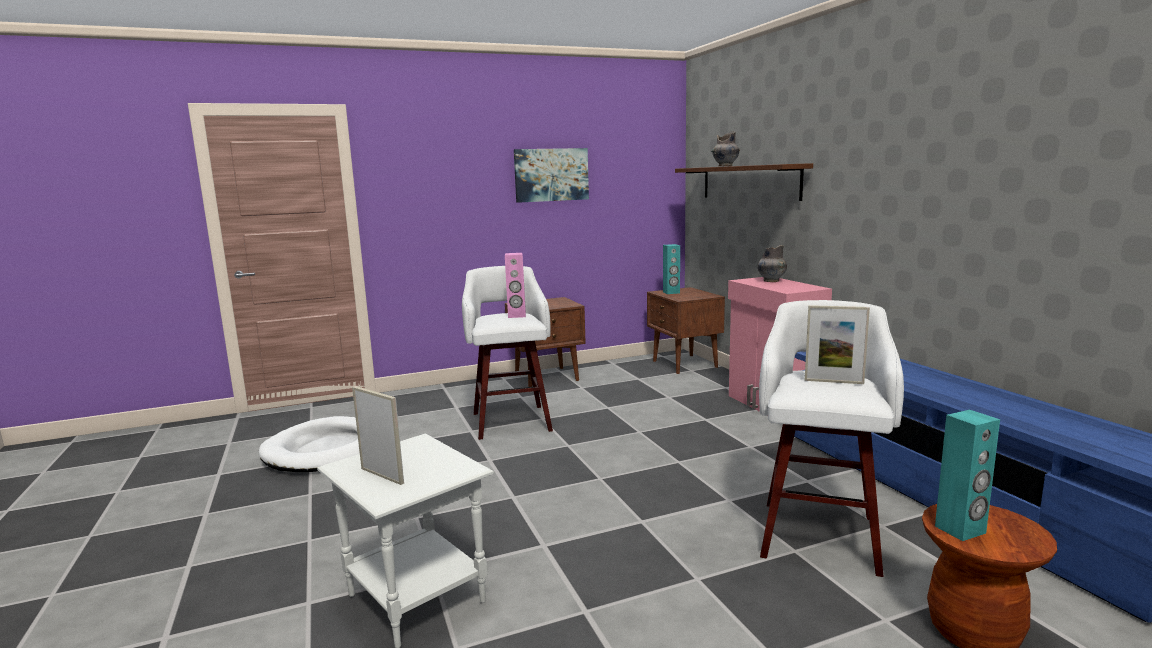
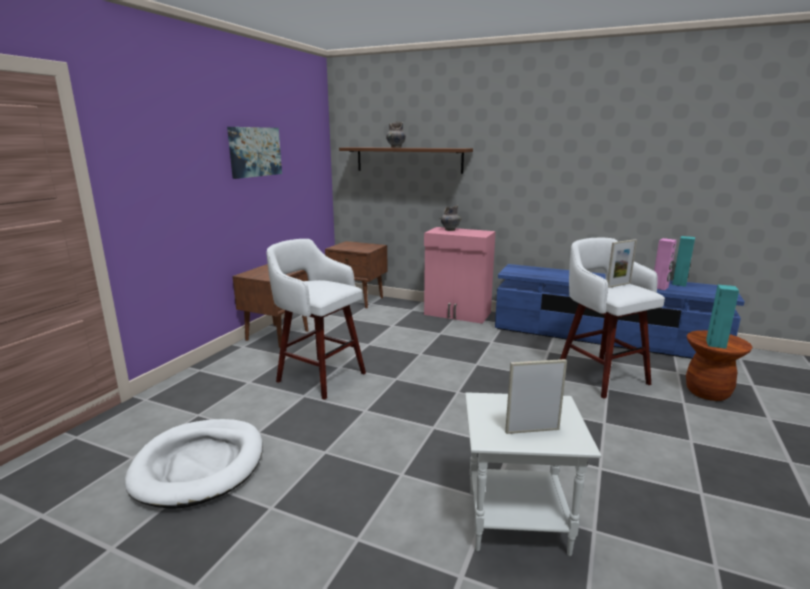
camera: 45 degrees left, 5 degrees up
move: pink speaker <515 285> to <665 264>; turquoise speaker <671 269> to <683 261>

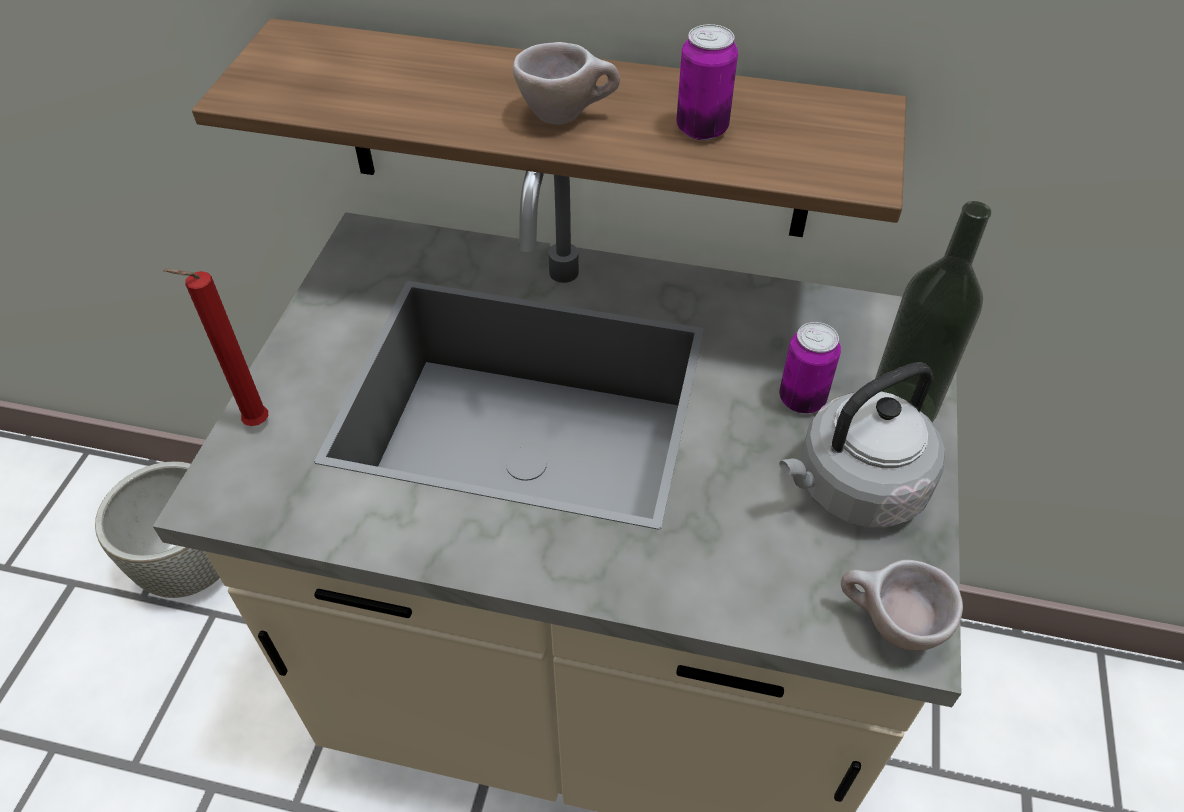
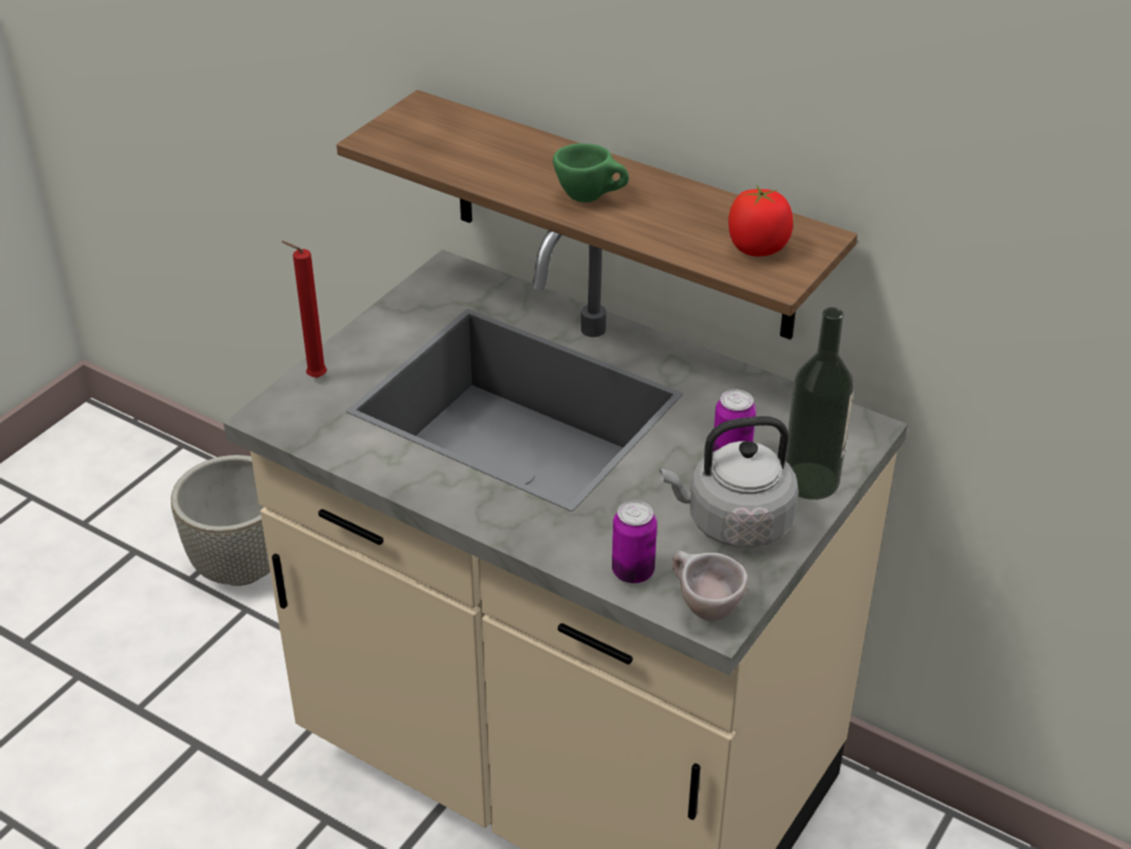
camera: 20 degrees right, 10 degrees down
insert: tomato <761 220>
move: can <707 82> to <634 542>
recolor: beige cup <566 83> to green cup <591 172>

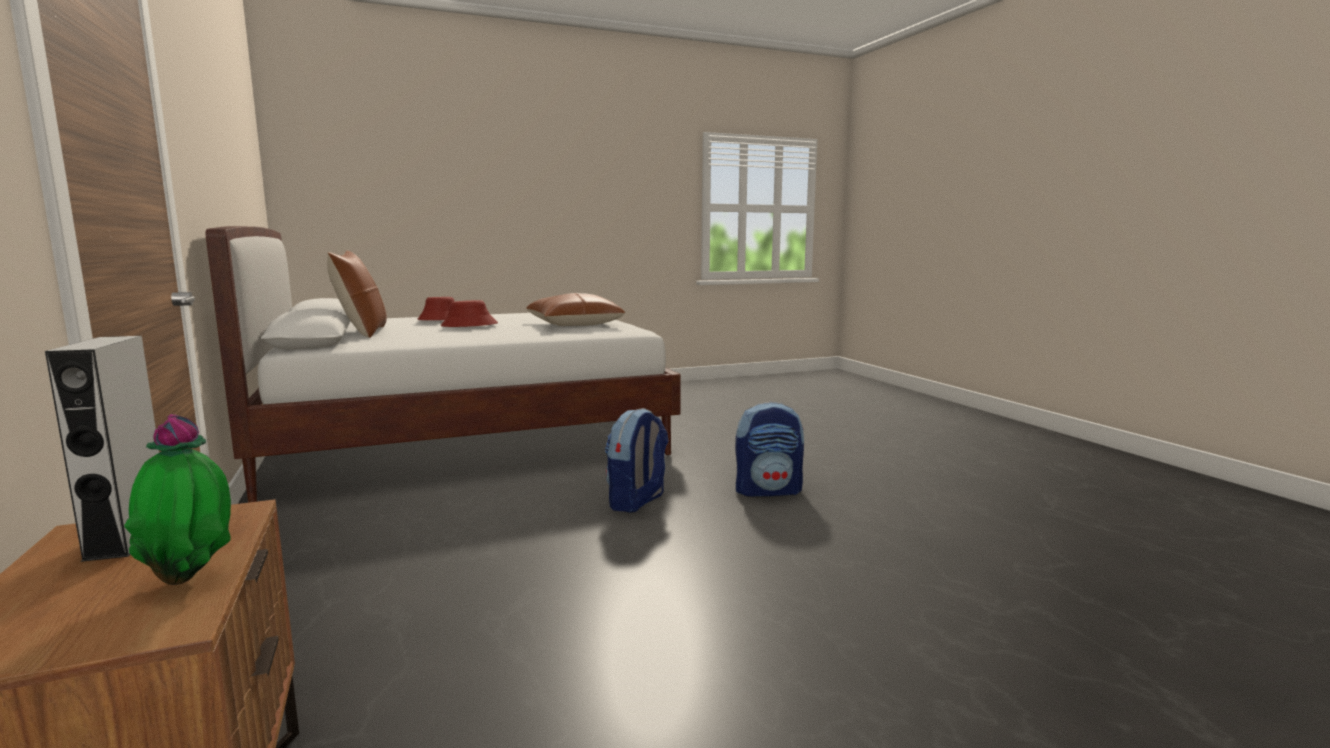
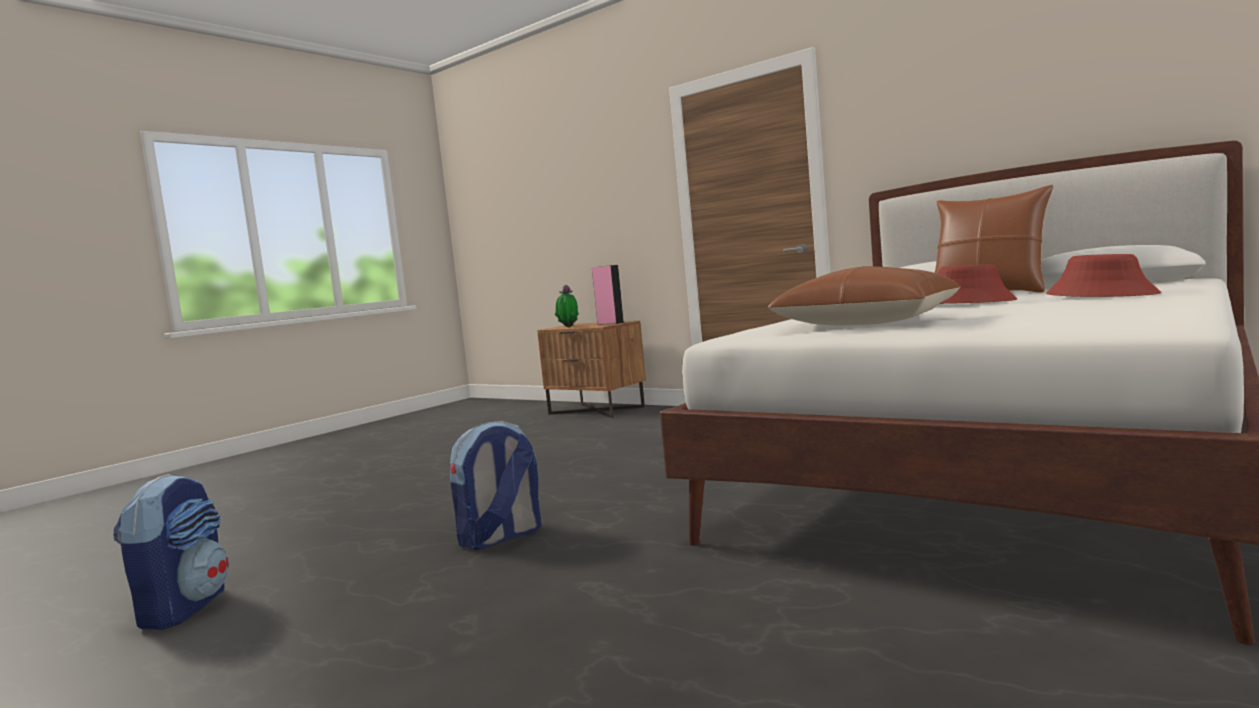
camera: 150 degrees right, 5 degrees down
move: backpack <636 460> to <171 552>
recolor: grey speaker <102 449> to pink speaker <608 295>

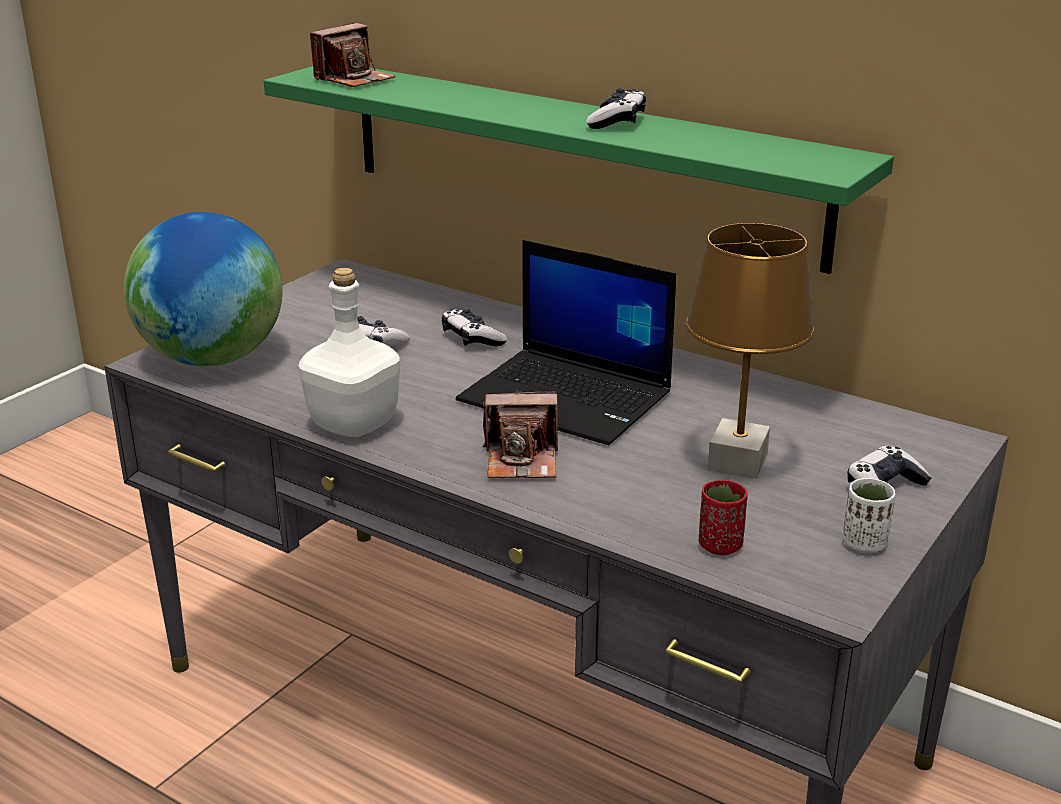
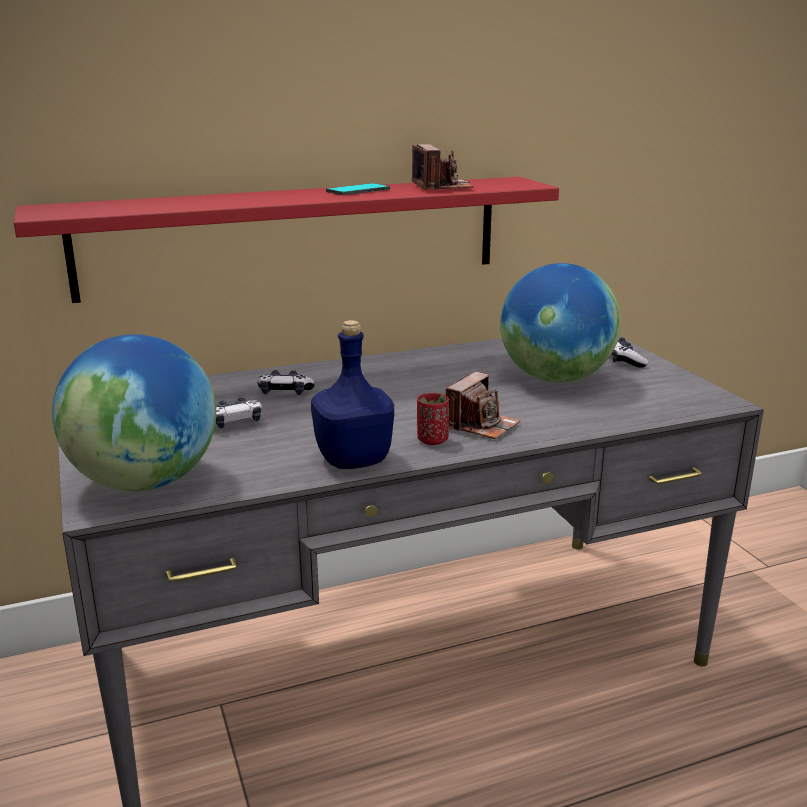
camera: 55 degrees left, 5 degrees down
delete: laptop <566 342>; white cup <869 515>
move: photo camera <353 55> to <443 167>; red cup <723 517> to <433 419>
replace: game controller <616 108> to phone <358 189>; brown table lamp <750 351> to globe <560 323>
recolor: green shelf <579 170> to red shelf <286 240>; white bottle <349 352> to blue bottle <352 394>

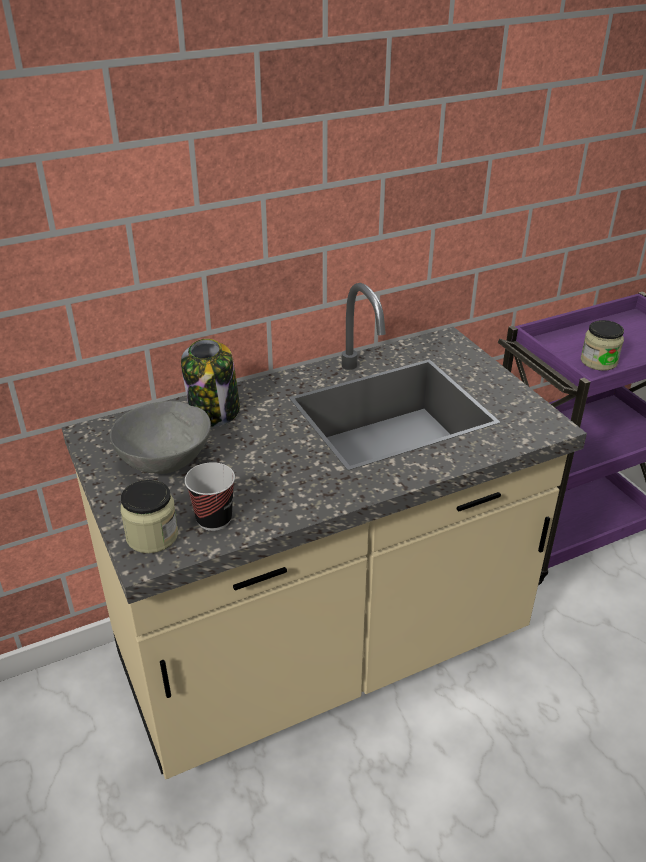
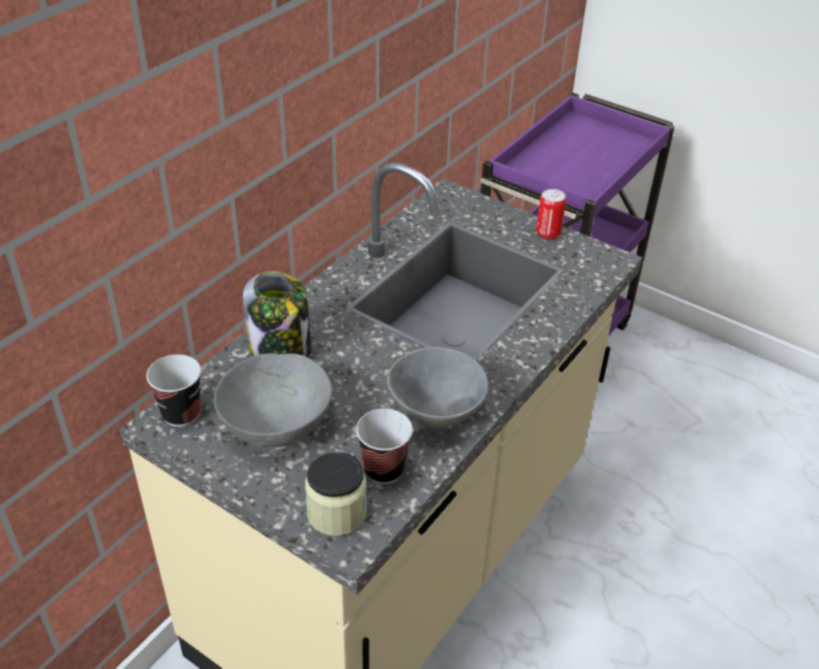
camera: 30 degrees left, 5 degrees up
delete: jar <602 345>
insert: cup <173 390>; grey bowl <437 387>; can <551 214>

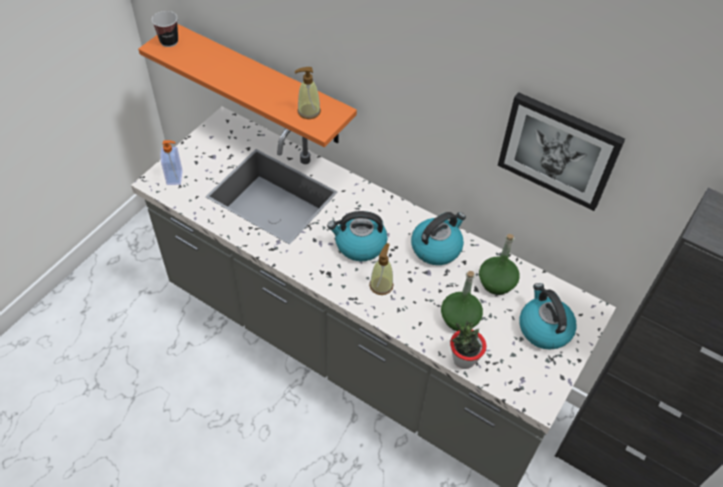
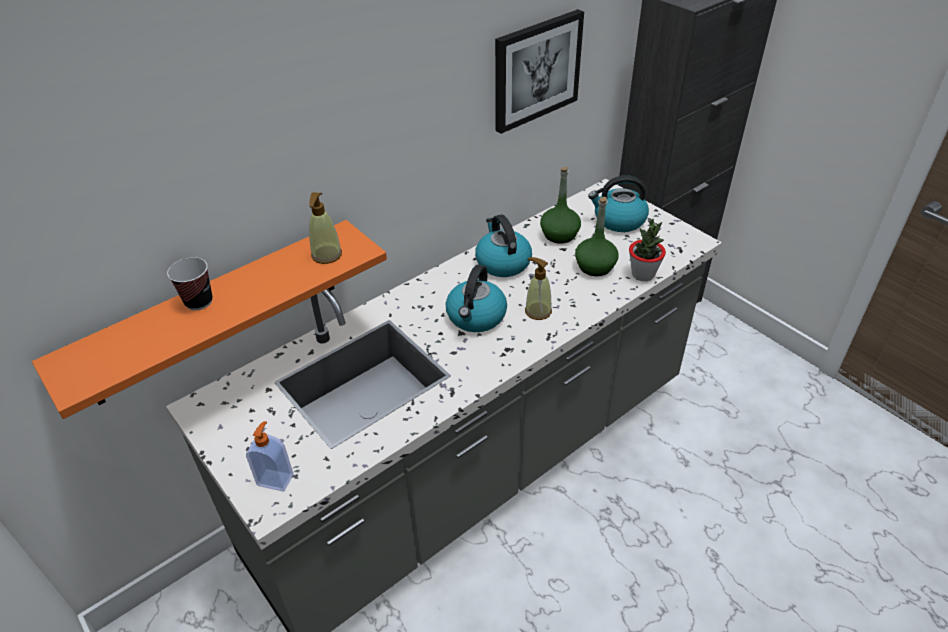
camera: 70 degrees left, 10 degrees down
move: cup <165 29> to <190 283>

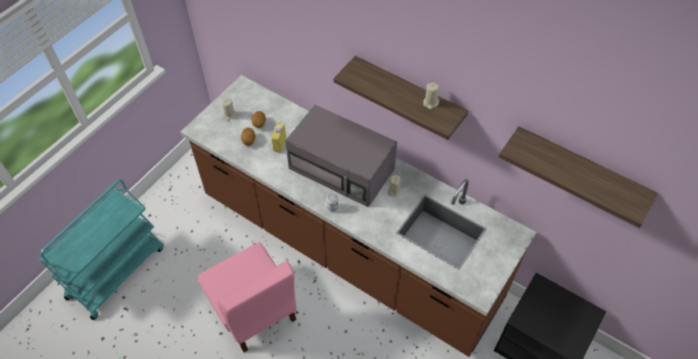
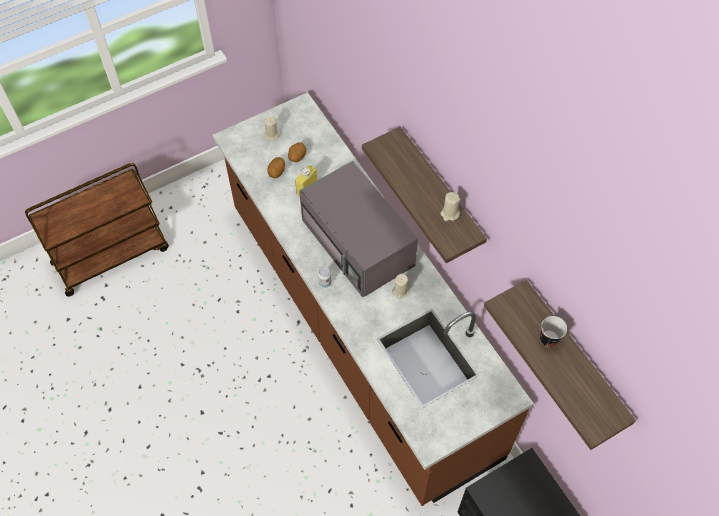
camera: 25 degrees right, 5 degrees up
delete: pink chair <247 297>
insert: cup <553 331>
recolor: turquoise cart <101 249> to brown cart <97 230>

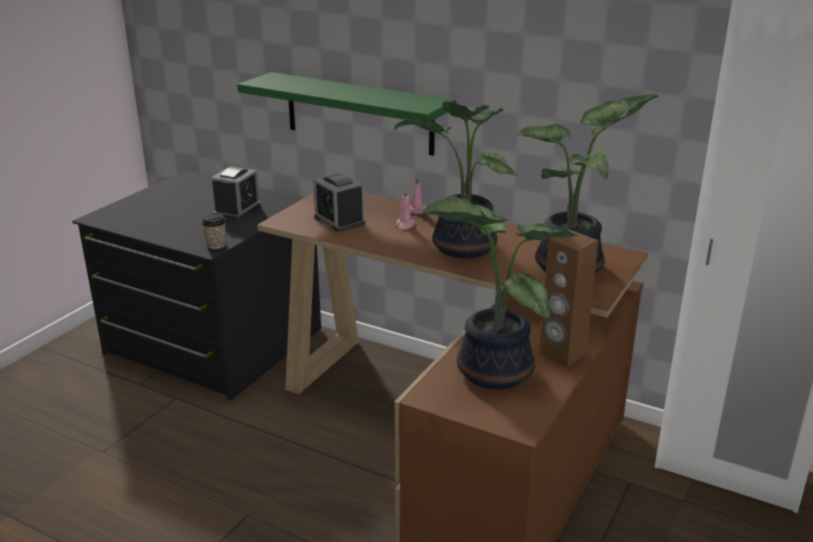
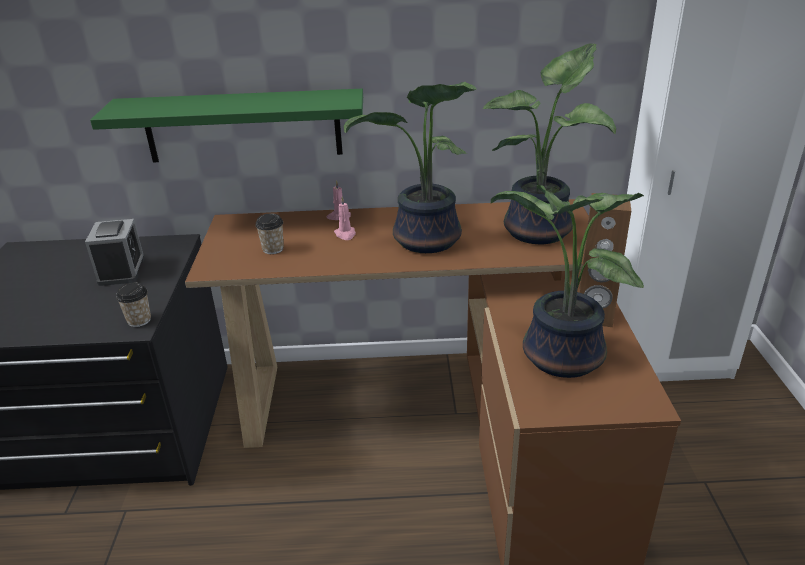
camera: 30 degrees left, 5 degrees up
replace: alarm clock <339 202> to cup <269 233>

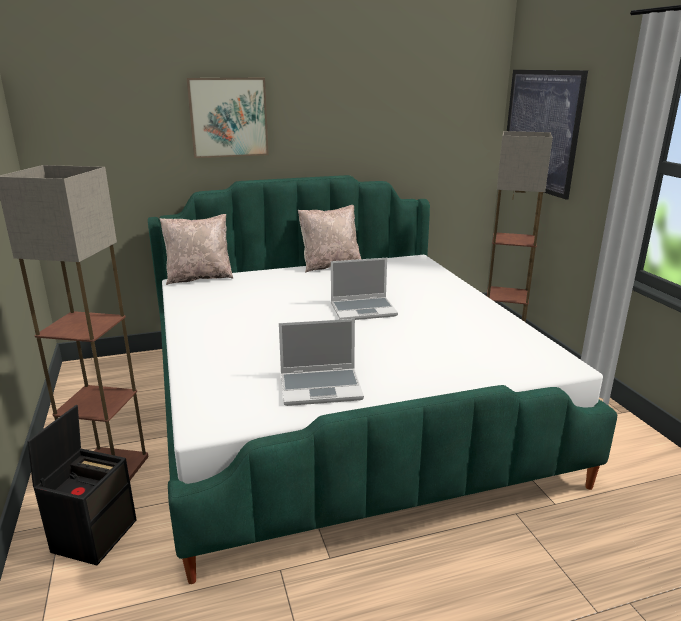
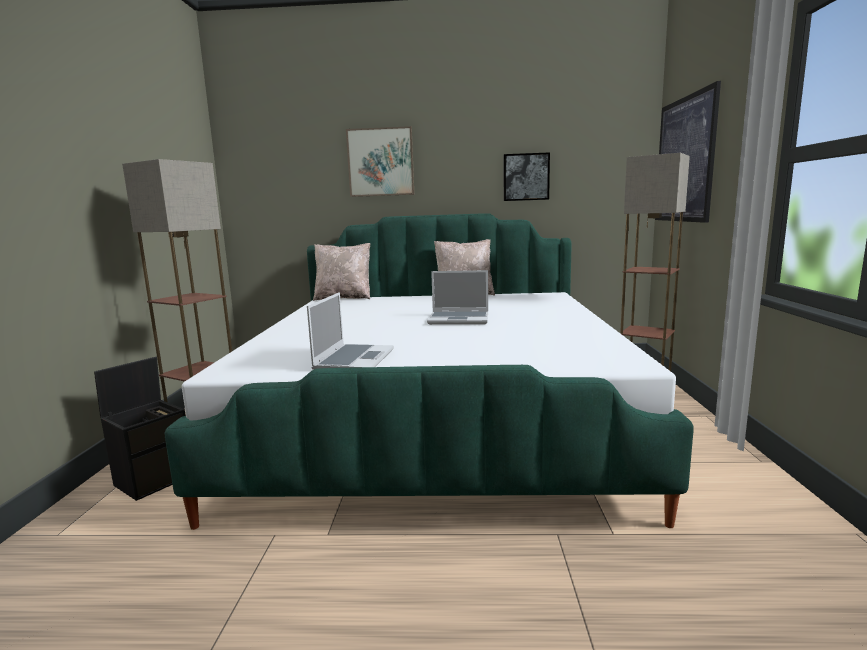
camera: 20 degrees right, 10 degrees down
insert: picture <527 176>
rotate: laptop <321 362> = <350 331> 90 degrees counterclockwise

